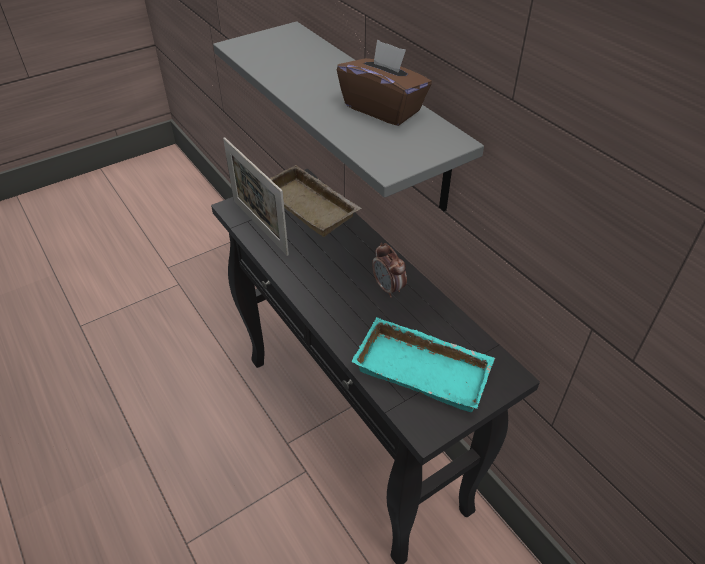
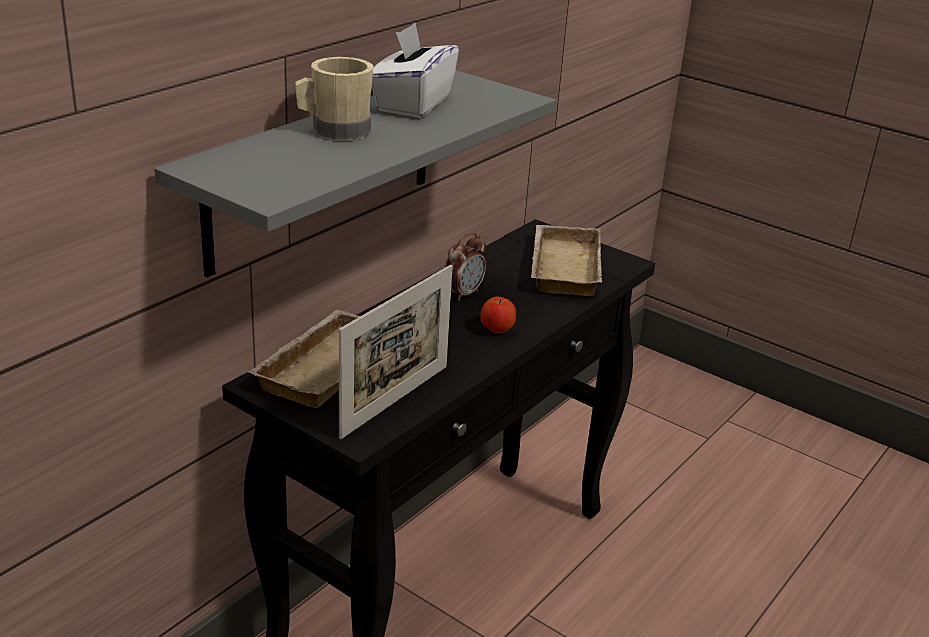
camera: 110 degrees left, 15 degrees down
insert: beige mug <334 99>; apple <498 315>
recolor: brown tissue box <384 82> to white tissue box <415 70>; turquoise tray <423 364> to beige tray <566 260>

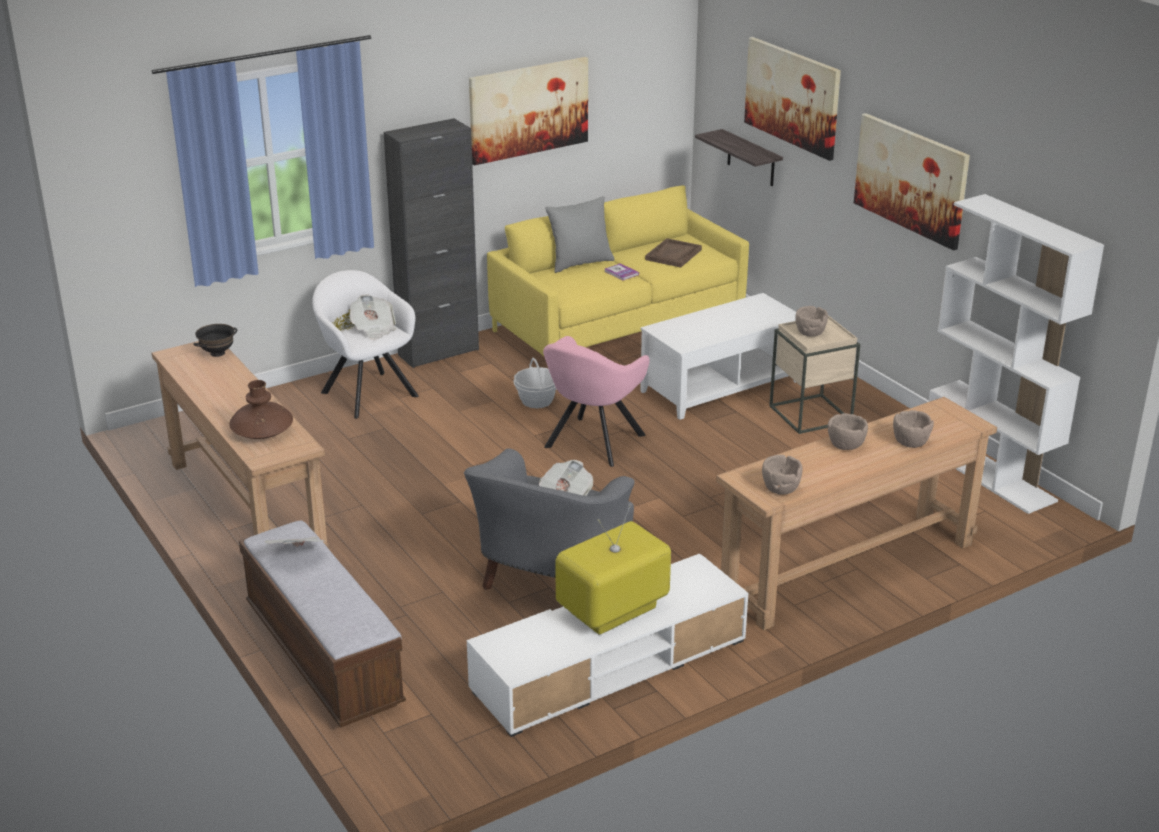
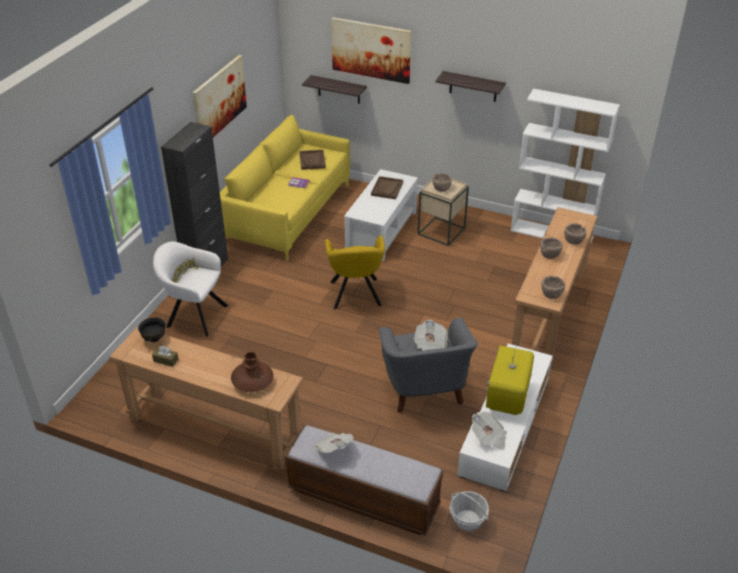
camera: 35 degrees left, 10 degrees up
delete: grey pillow <580 234>
insert: brown tissue box <165 356>; brown tray <387 187>
move: newspaper <373 317> to <489 431>; basket <534 383> to <469 511>
replace: picture <912 182> to shelf <470 86>
recolor: pink armchair <596 401> to yellow armchair <355 272>

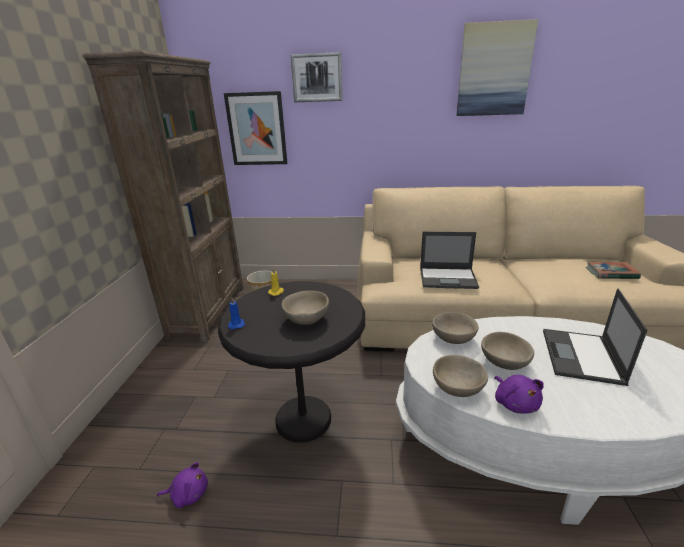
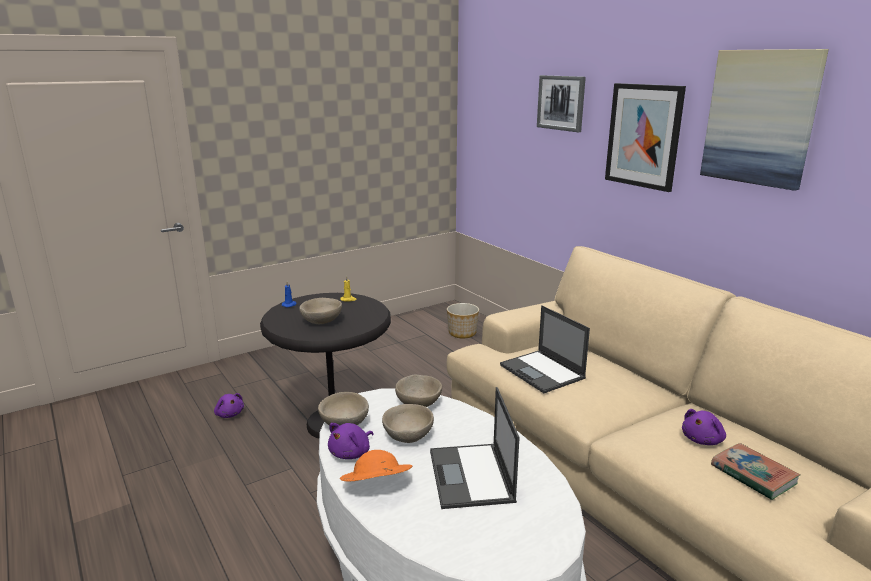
camera: 50 degrees right, 5 degrees down
delete: brown bookcase <163 196>
insert: orange hat <376 465>; purple plush toy <704 427>
move: picture <255 128> to <645 137>
rotate: laptop <595 337> = <475 448> 75 degrees counterclockwise

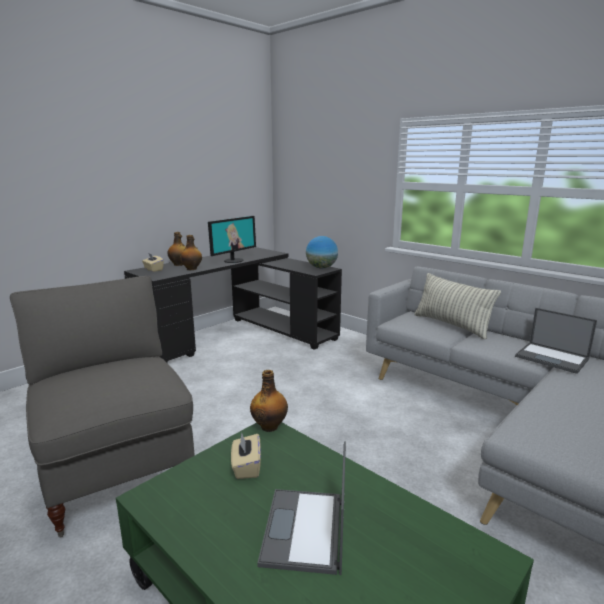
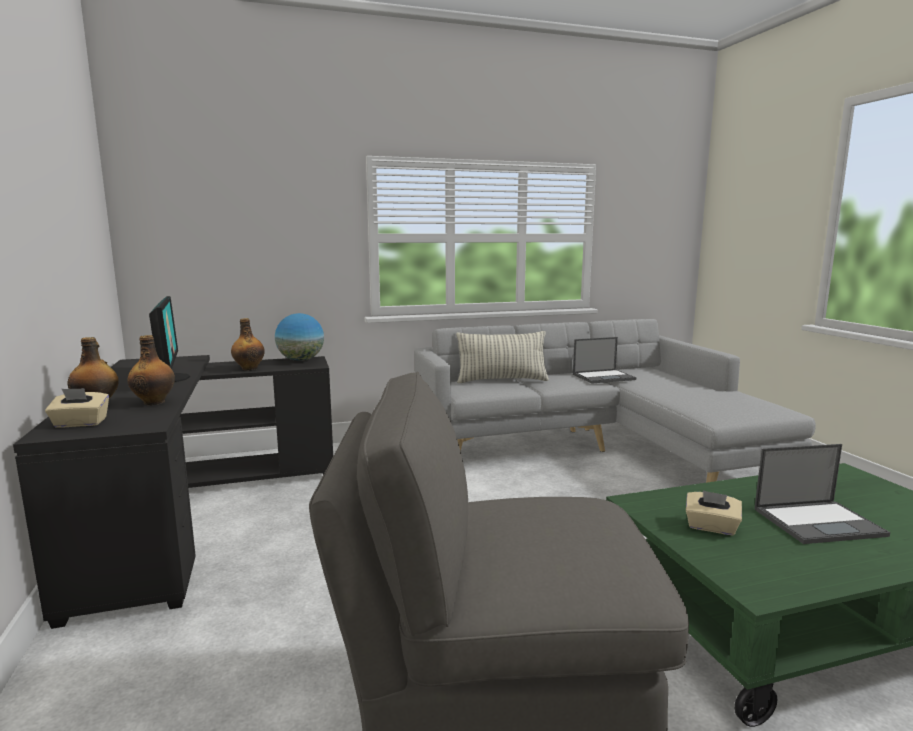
camera: 60 degrees left, 5 degrees down
move: bottle <269 401> to <248 344>
rotate: laptop <301 508> = <822 494> 45 degrees counterclockwise

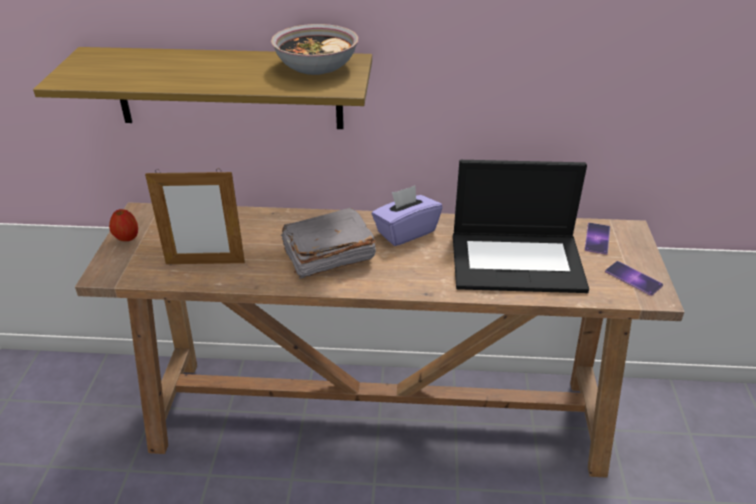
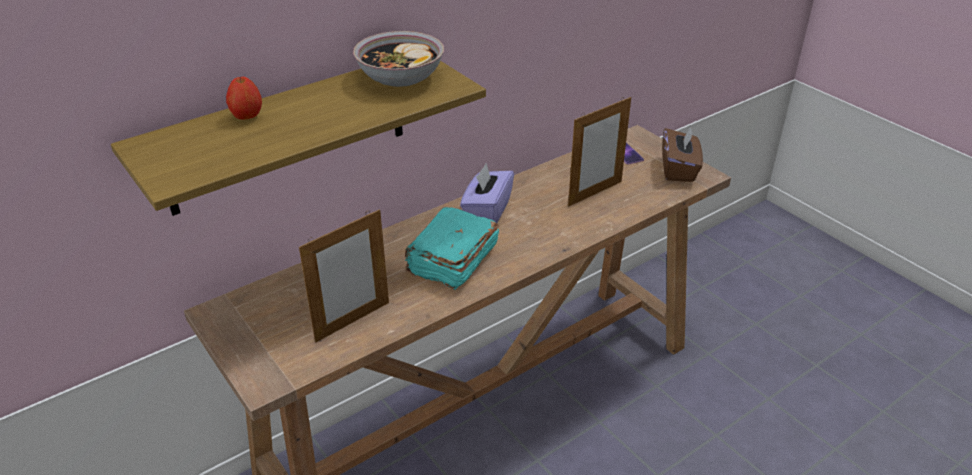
camera: 40 degrees left, 0 degrees up
move: apple <123 225> to <244 98>
replace: laptop <521 226> to picture frame <599 151>; phone <634 278> to brown tissue box <682 154>
recolor: grey book <328 243> to turquoise book <452 248>

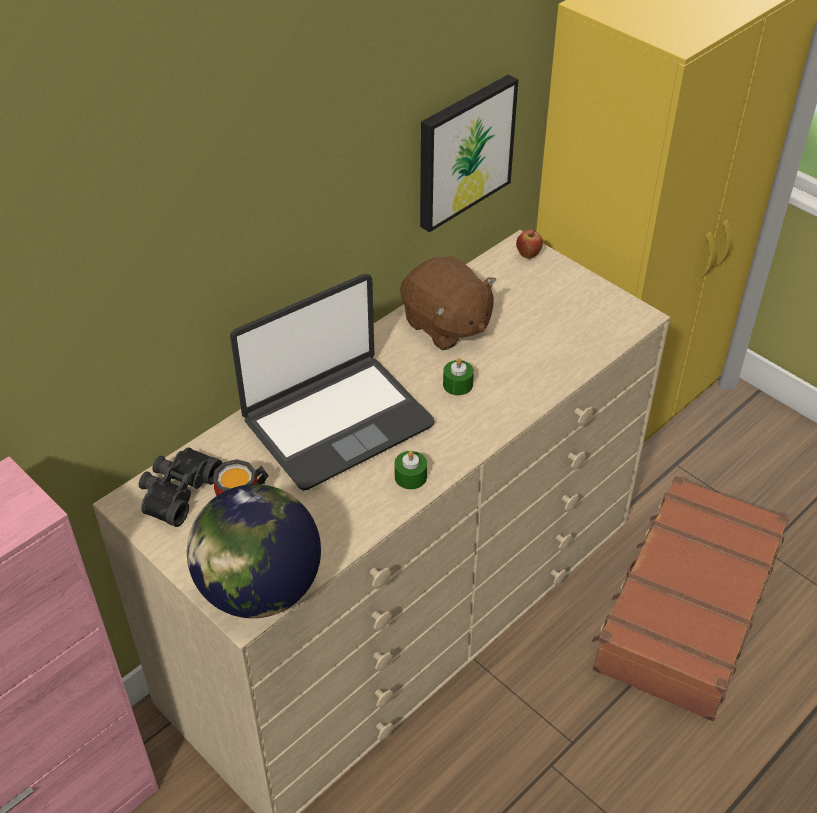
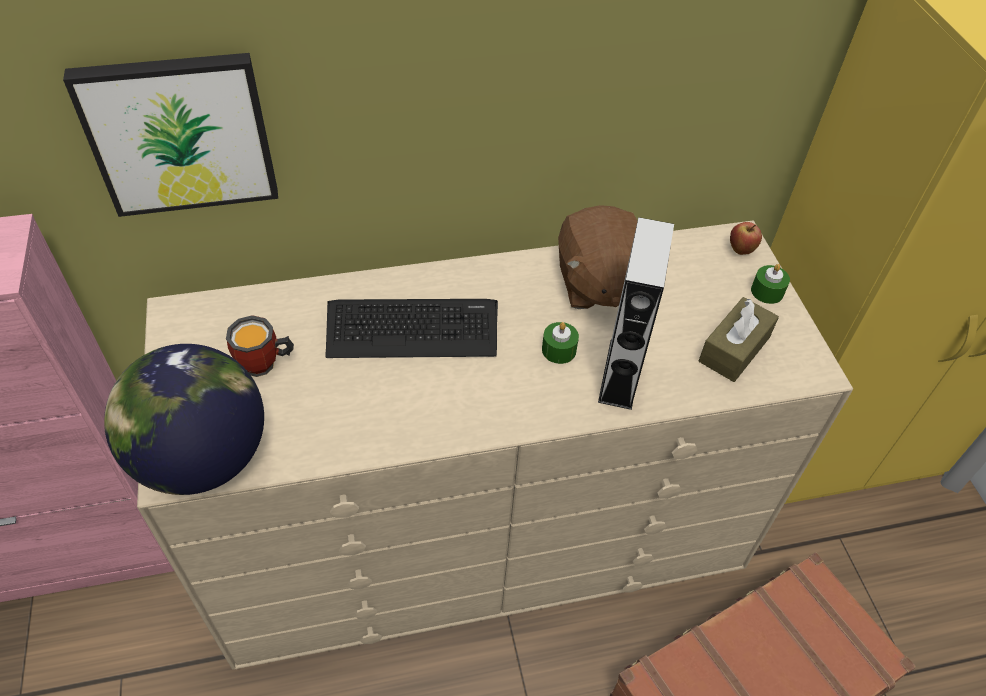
camera: 30 degrees right, 5 degrees up
delete: black binoculars <180 487>
insert: grey speaker <636 313>; brown tissue box <739 339>
move: green candle <410 470> to <770 284>; picture <469 153> to <170 135>
replace: laptop <332 382> to keyboard <411 328>

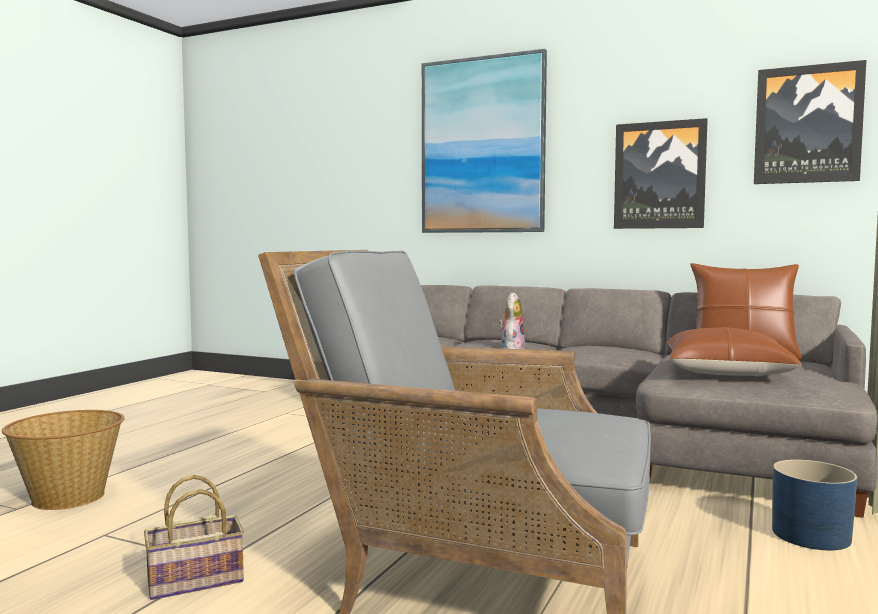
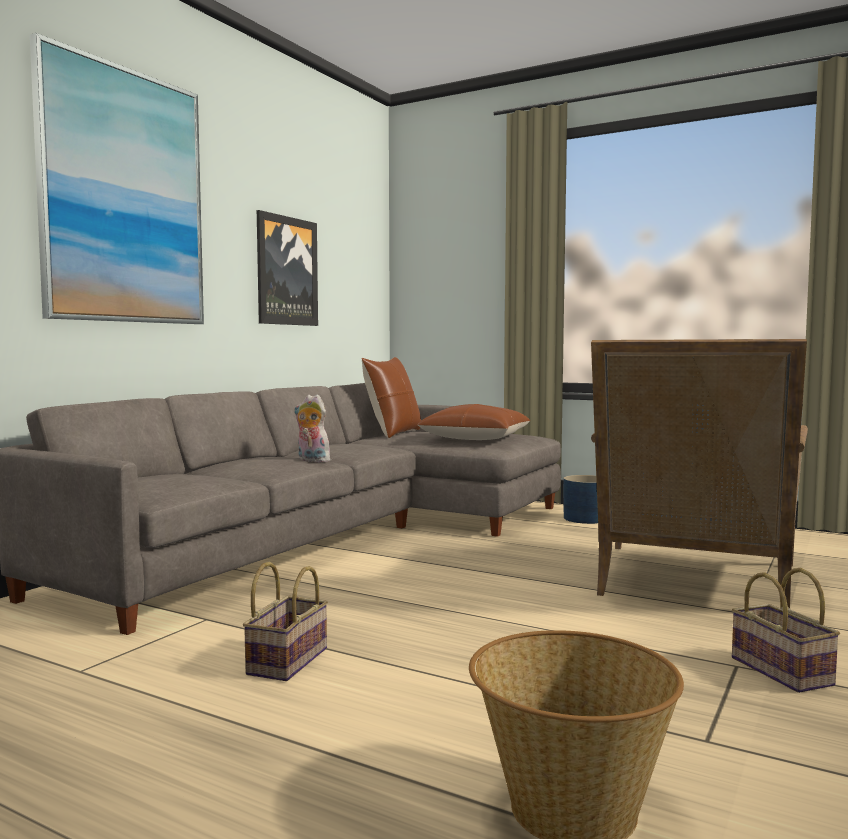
camera: 85 degrees left, 0 degrees up
delete: picture <810 122>
insert: basket <285 621>

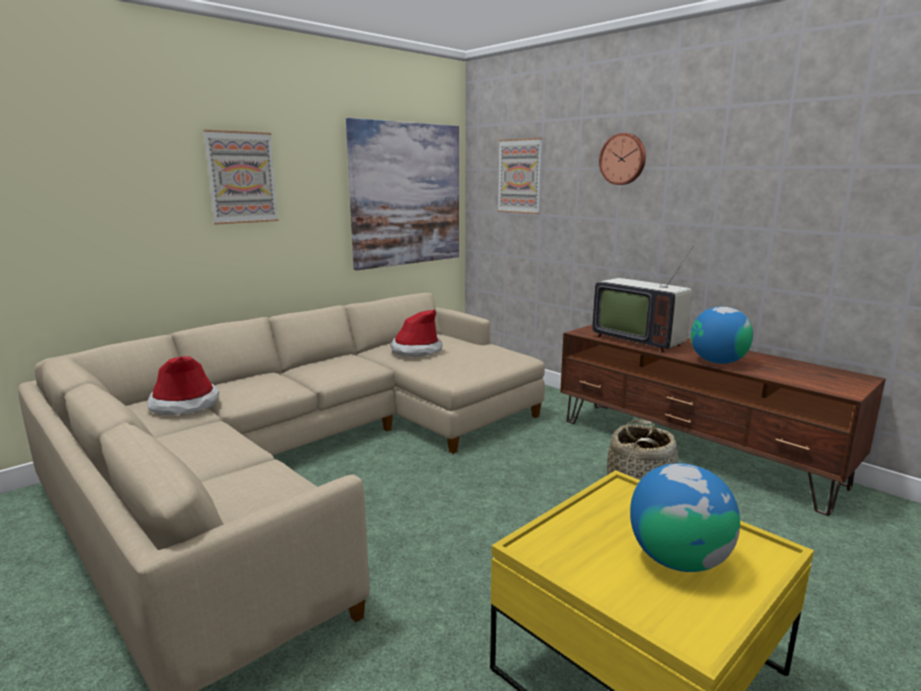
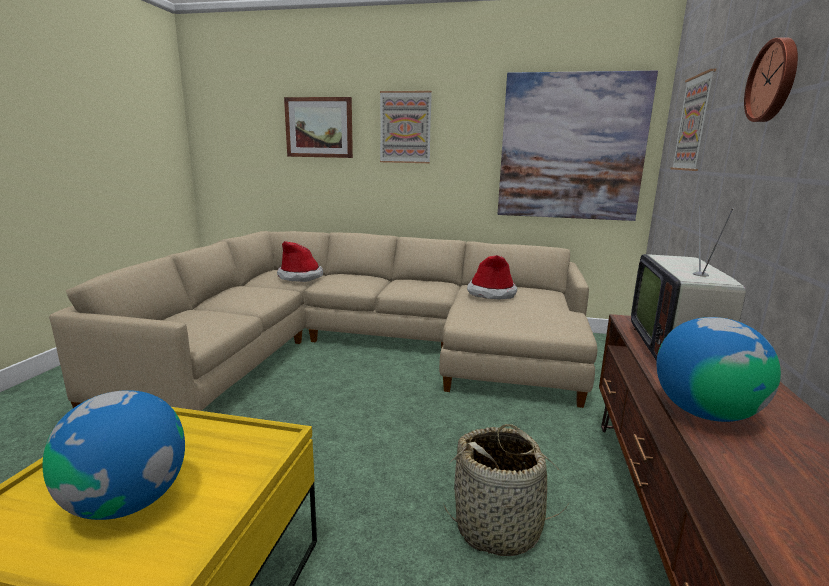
camera: 55 degrees right, 0 degrees up
insert: picture <318 127>

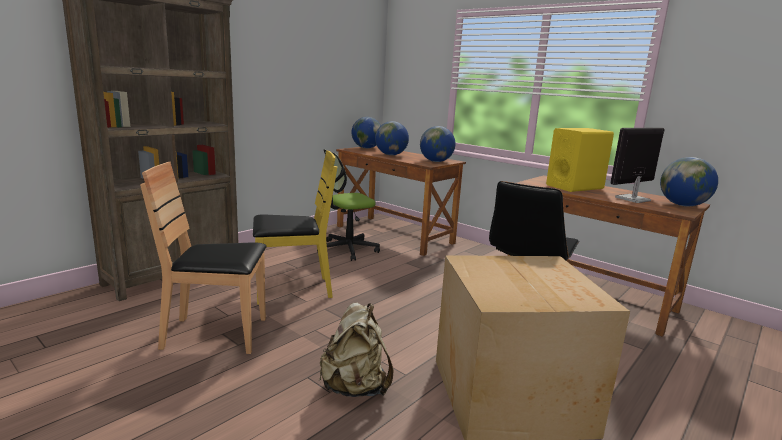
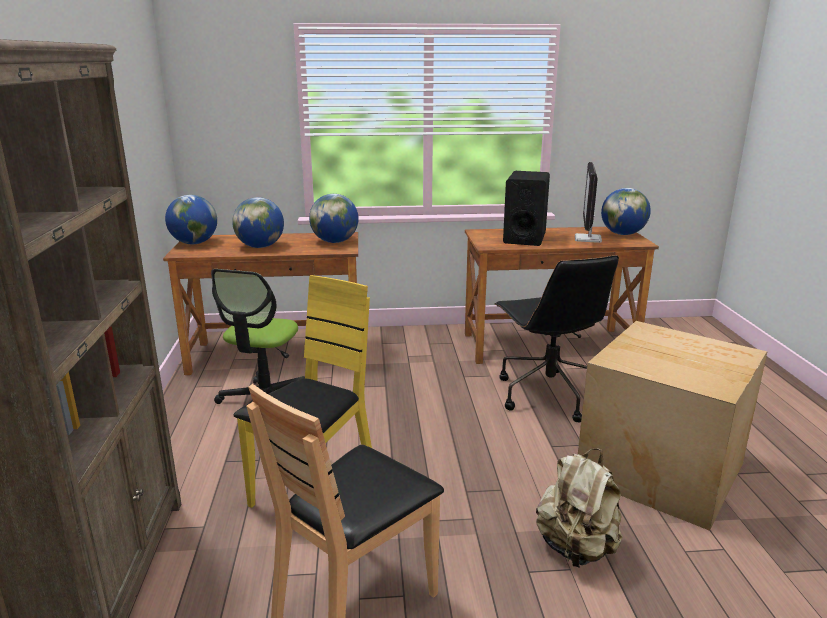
camera: 45 degrees left, 5 degrees up
recolor: yellow speaker <580 160> to black speaker <526 208>

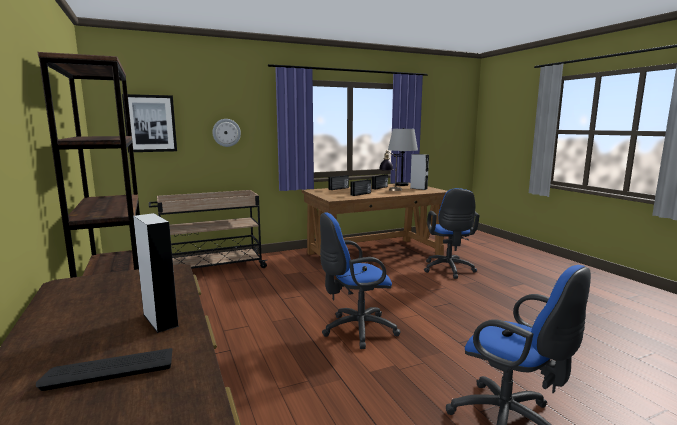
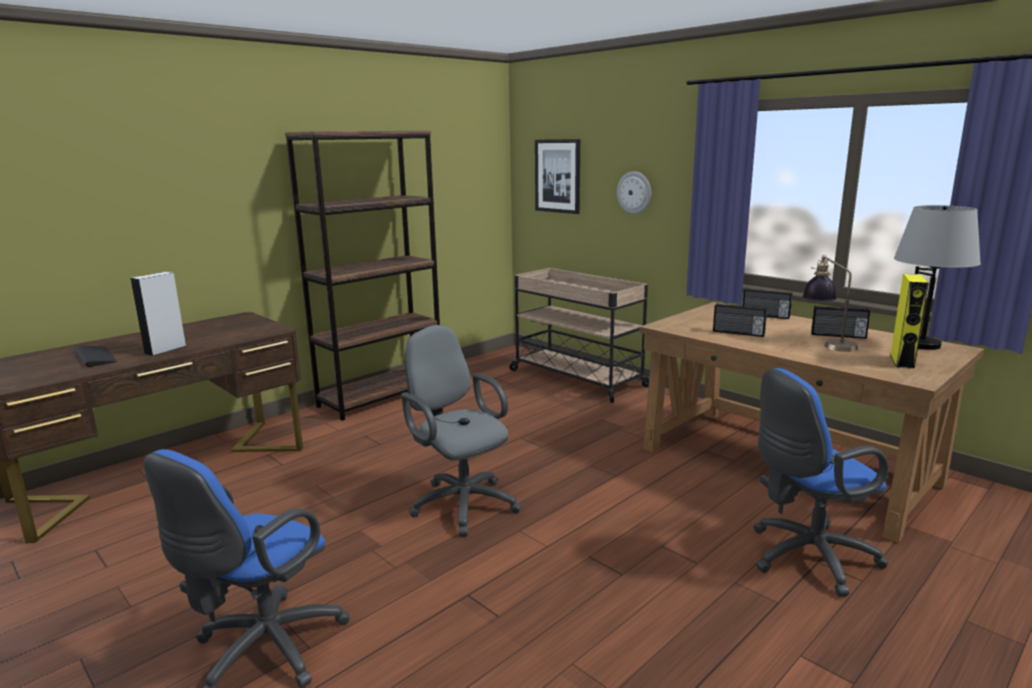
camera: 70 degrees right, 5 degrees up
recolor: blue office chair <360 280> to grey office chair <461 431>; grey speaker <419 172> to yellow speaker <909 321>

